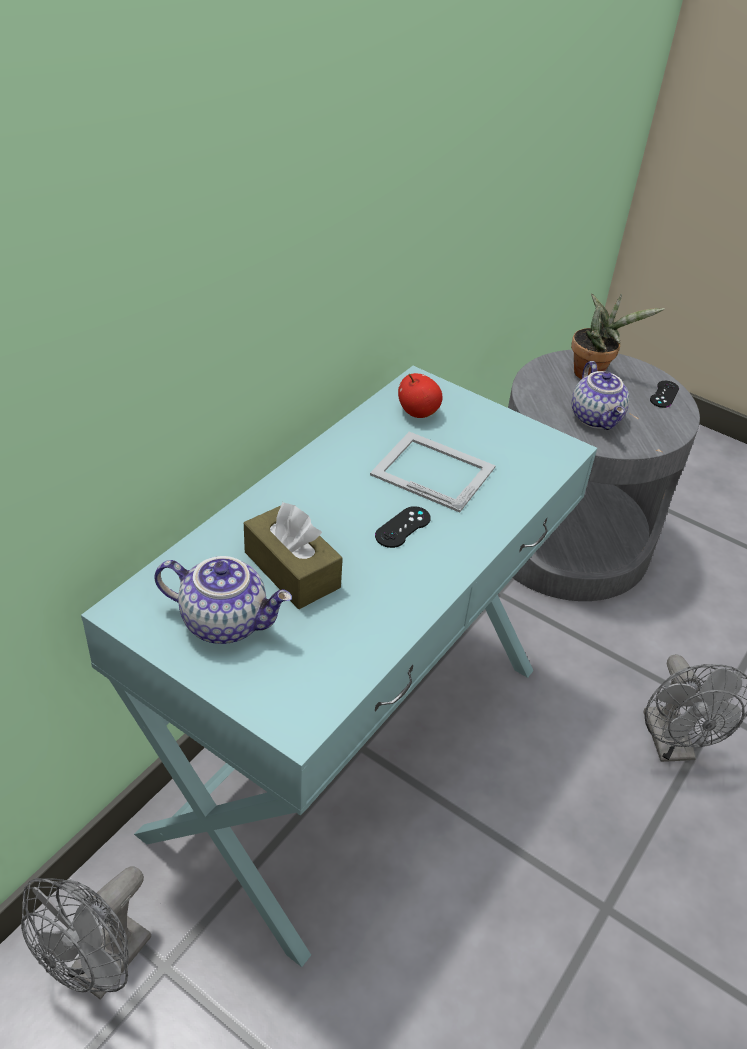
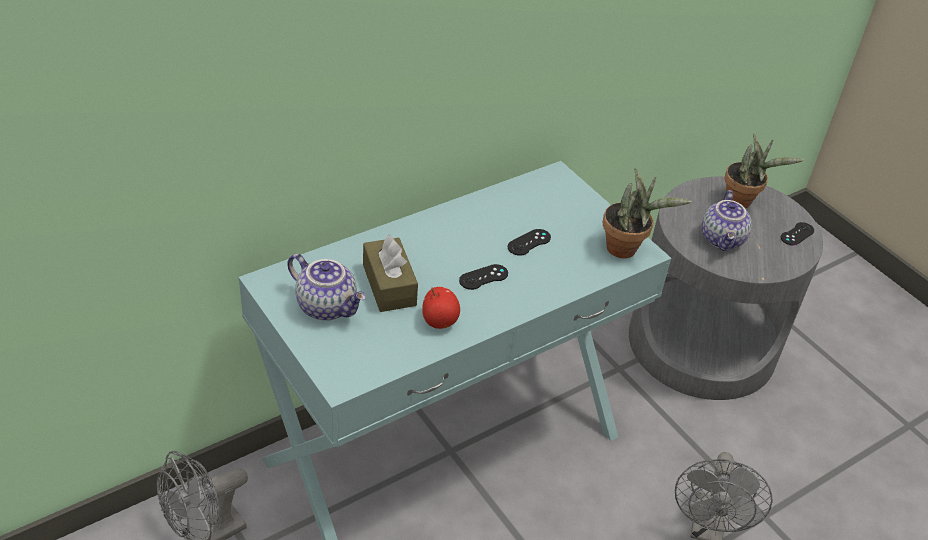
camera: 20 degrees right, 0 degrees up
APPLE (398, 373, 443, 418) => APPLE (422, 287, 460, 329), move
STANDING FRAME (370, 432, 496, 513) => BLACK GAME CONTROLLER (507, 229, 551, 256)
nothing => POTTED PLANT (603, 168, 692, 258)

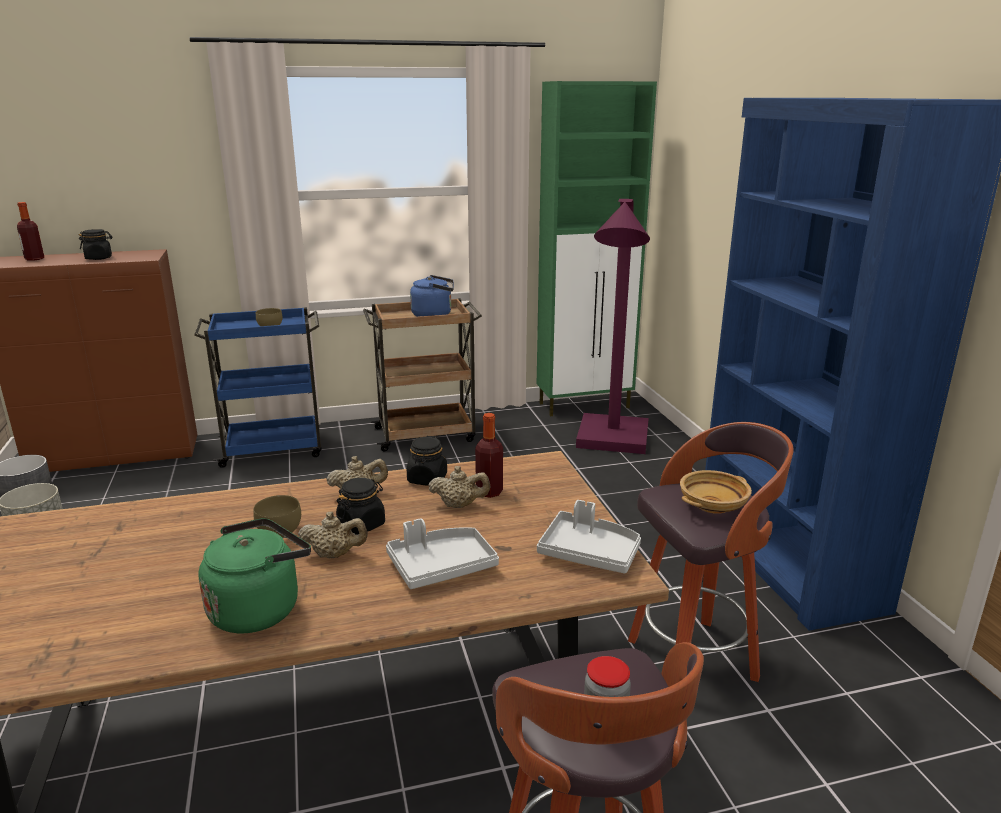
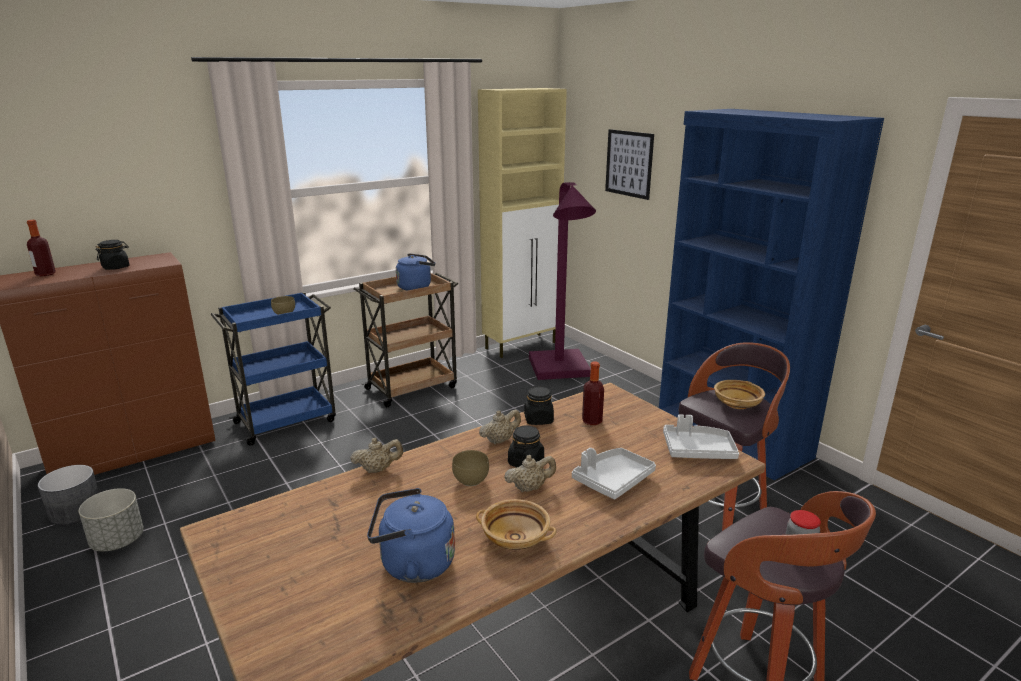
camera: 20 degrees left, 0 degrees up
BEIGE-COLOURED POT FOR TEA (428, 466, 490, 508) => BEIGE-COLOURED POT FOR TEA (350, 437, 403, 473), move
nothing => BLUISH TEA KETTLE (367, 488, 455, 583)
GREENISH TEA KETTLE (199, 518, 311, 633) => BEIGE-COLOURED DEEP DISH (476, 499, 556, 550)
GREENISH CABINET (537, 81, 657, 416) => BEIGE-COLOURED CABINET (478, 88, 567, 358)
nothing => WALL ART (605, 129, 654, 200)

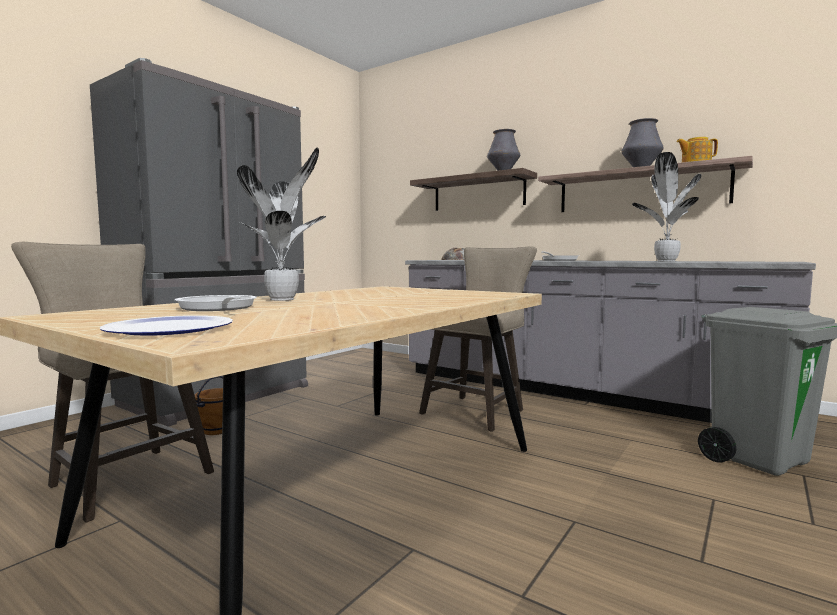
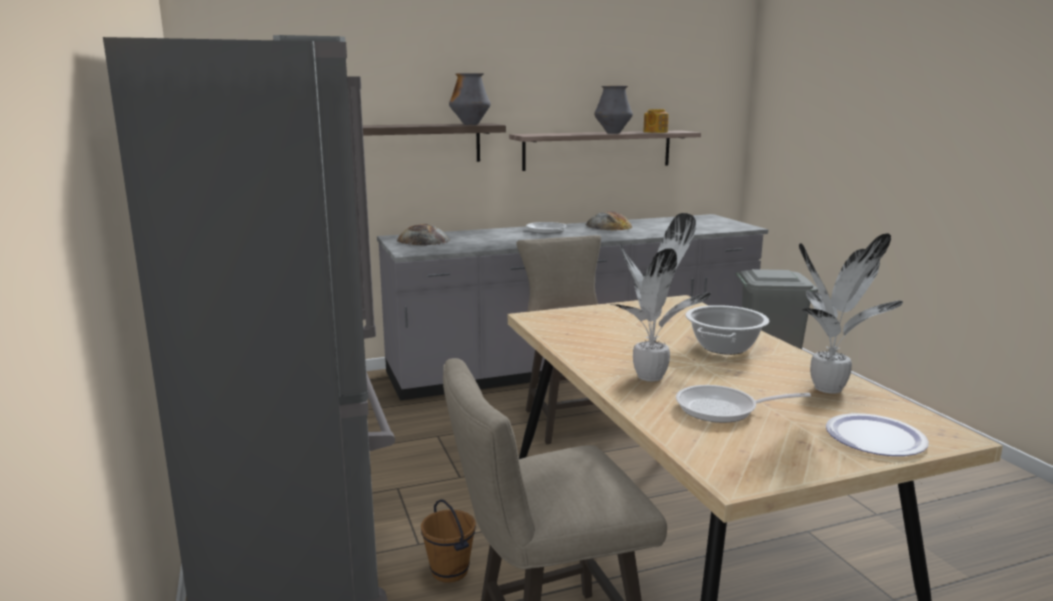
camera: 55 degrees left, 10 degrees up
nothing => BAKED BREAD (586, 211, 632, 230)
nothing => STOCKPOT (686, 305, 769, 355)
POTTED PLANT (632, 152, 701, 262) => POTTED PLANT (799, 233, 903, 394), move

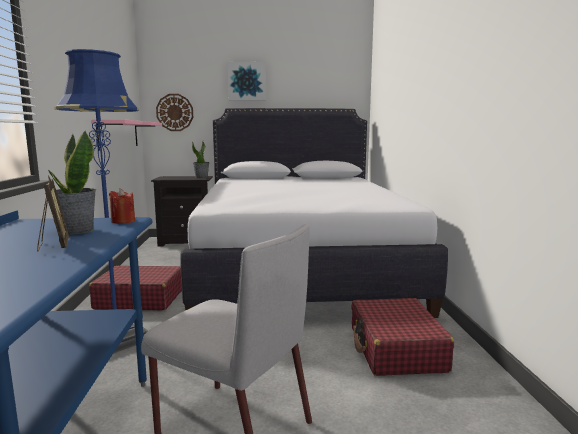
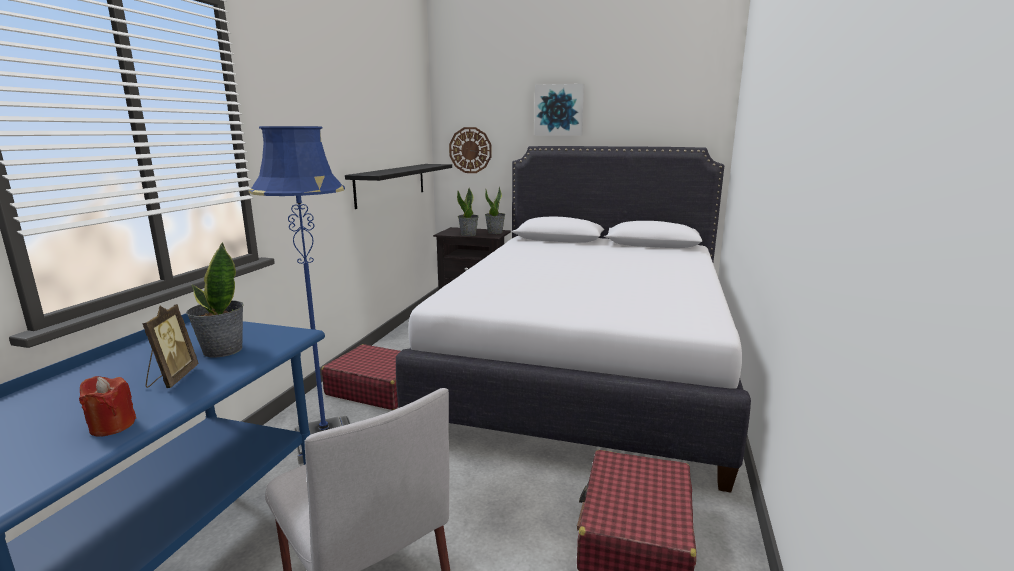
camera: 20 degrees right, 5 degrees up
RED-COLOURED CANDLE (109, 188, 135, 224) => RED-COLOURED CANDLE (79, 376, 136, 437), move
PINK-COLOURED WALL SHELF (91, 119, 162, 150) => BLACK WALL SHELF (345, 164, 452, 209)
nothing => POTTED PLANT (457, 188, 479, 236)

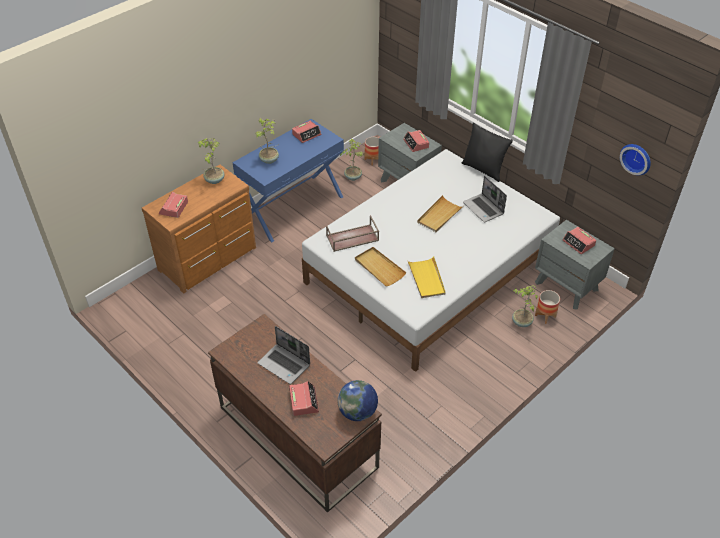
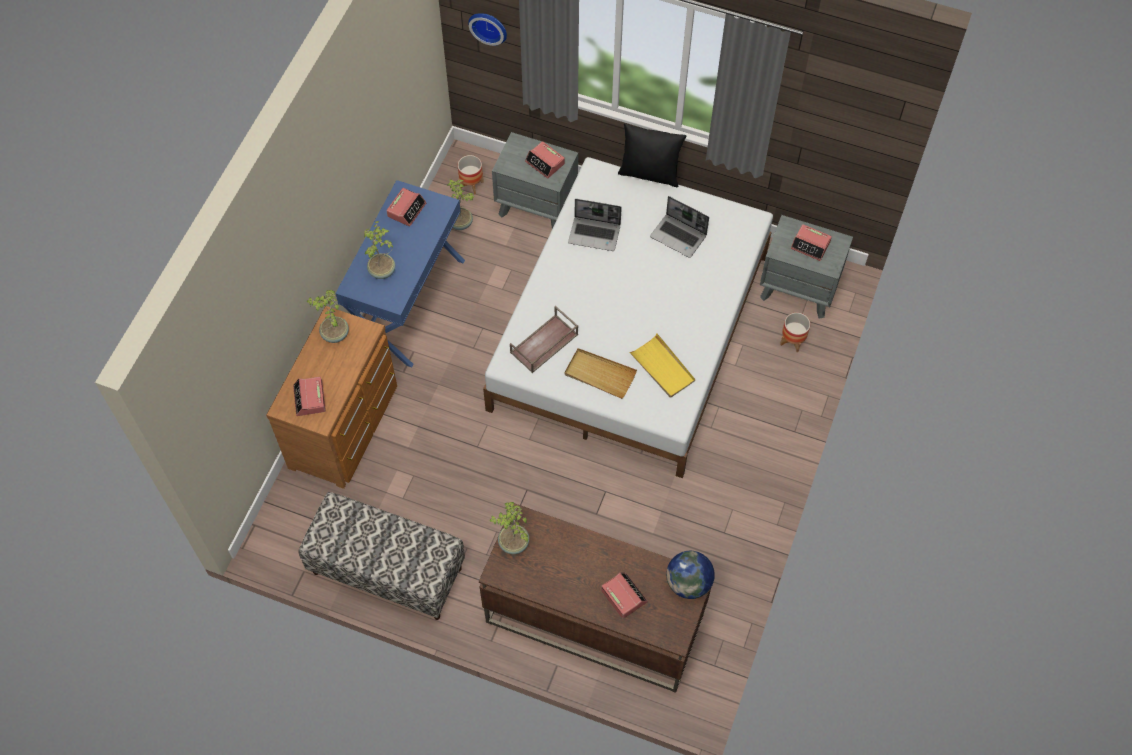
camera: 25 degrees left, 15 degrees up
nothing => LONG SEAT (298, 492, 465, 620)
CLOCK ON THE WALL (620, 144, 651, 175) => CLOCK ON THE WALL (468, 13, 507, 46), move
POTTED PLANT (512, 285, 538, 327) => POTTED PLANT (489, 502, 529, 554), move
NOTEBOOK COMPUTER (257, 326, 310, 384) => NOTEBOOK COMPUTER (568, 199, 622, 251), move
BEIGE-COLOURED TRAY (417, 195, 464, 232) => nothing

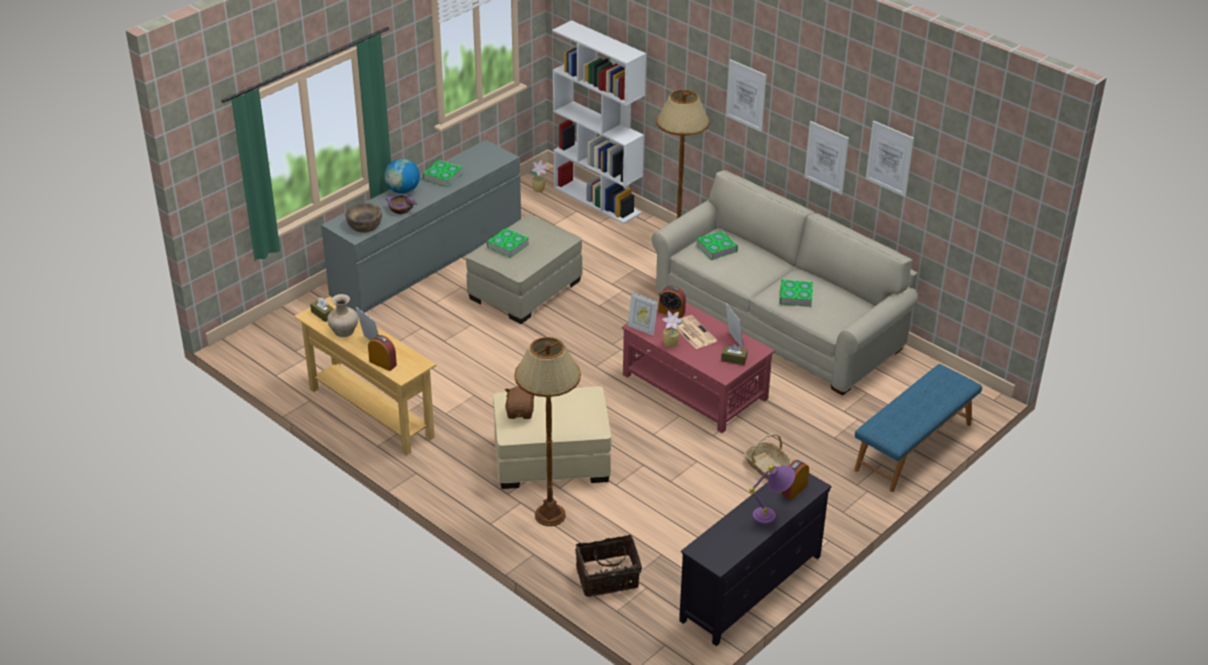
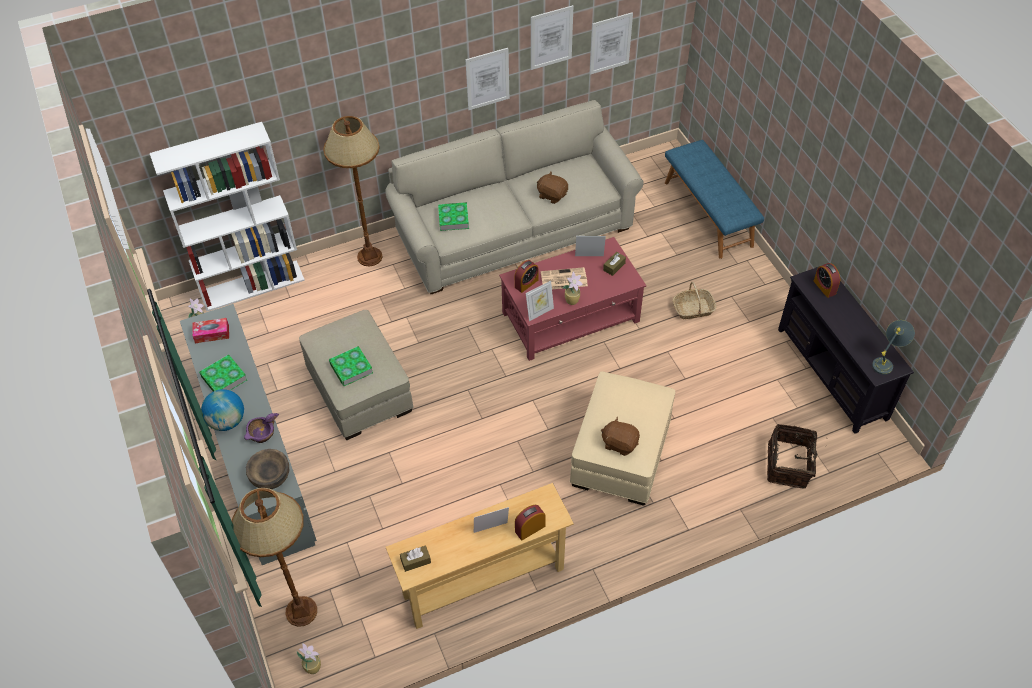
camera: 65 degrees left, 15 degrees up
nothing => BOX OF TISSUES (192, 318, 229, 343)
BROWN STANDARD LAMP (514, 337, 581, 526) => BROWN STANDARD LAMP (231, 488, 317, 627), move
nothing => POTTED PLANT (297, 643, 321, 674)
BOOK (780, 280, 813, 307) => BROWN CUDDLY TOY (537, 172, 568, 204)
WALL ART (726, 59, 766, 132) => WALL ART (590, 12, 633, 75), move
nothing => GRAY TABLE LAMP (872, 320, 915, 375)
BEIGE-COLOURED VASE (328, 294, 358, 337) => nothing
PURPLE-COLOURED TABLE LAMP (749, 465, 795, 524) => nothing

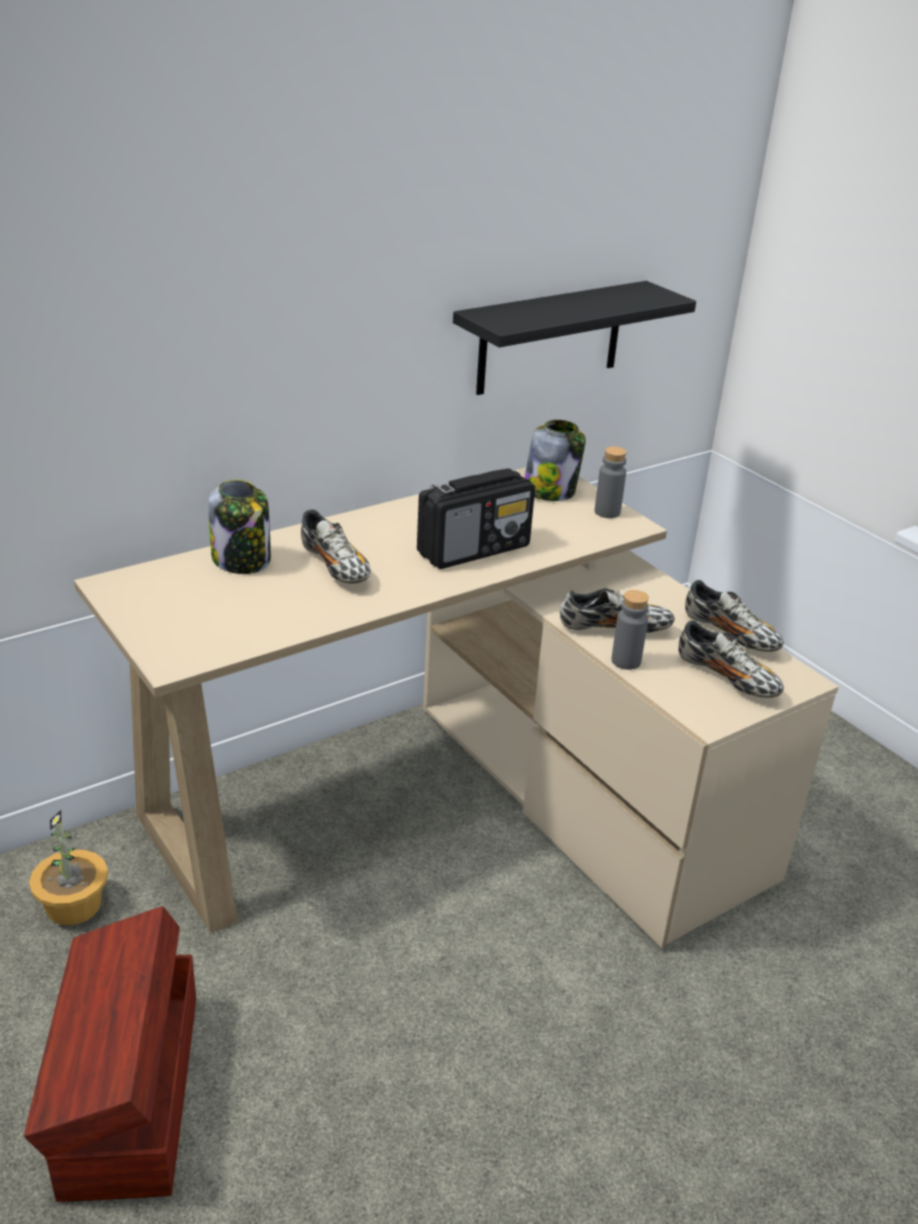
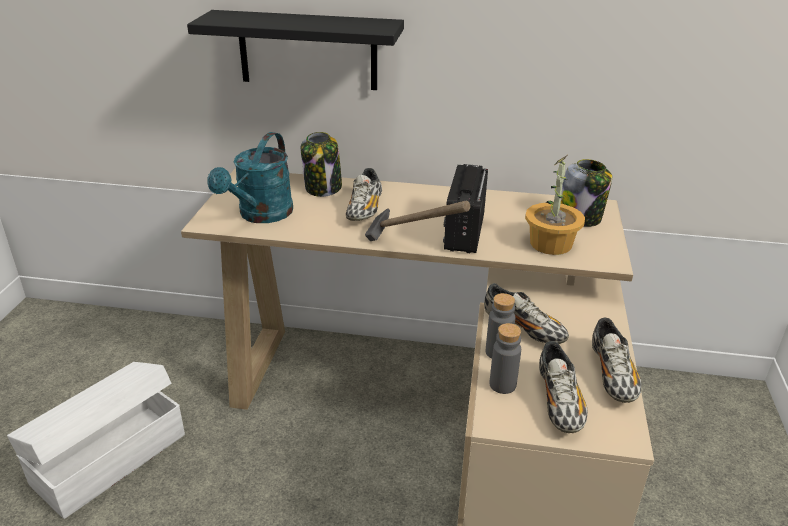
camera: 45 degrees right, 0 degrees up
BROWN STORAGE BIN (24, 906, 196, 1202) => WHITE-COLOURED STORAGE BIN (7, 362, 185, 519)
BLACK WALL SHELF (453, 281, 696, 395) => BLACK WALL SHELF (187, 10, 404, 90), move
nothing => BLUE-GREEN WATERING POT (207, 132, 293, 223)
nothing => TOOL HAMMER (365, 201, 470, 241)
RADIO RECEIVER (417, 468, 535, 569) => RADIO RECEIVER (443, 164, 488, 253), 90 degrees clockwise
GRAY DRINK BOTTLE (595, 446, 627, 518) => GRAY DRINK BOTTLE (489, 323, 521, 394), move
POTTED PLANT (29, 810, 108, 925) => POTTED PLANT (525, 155, 585, 255), move

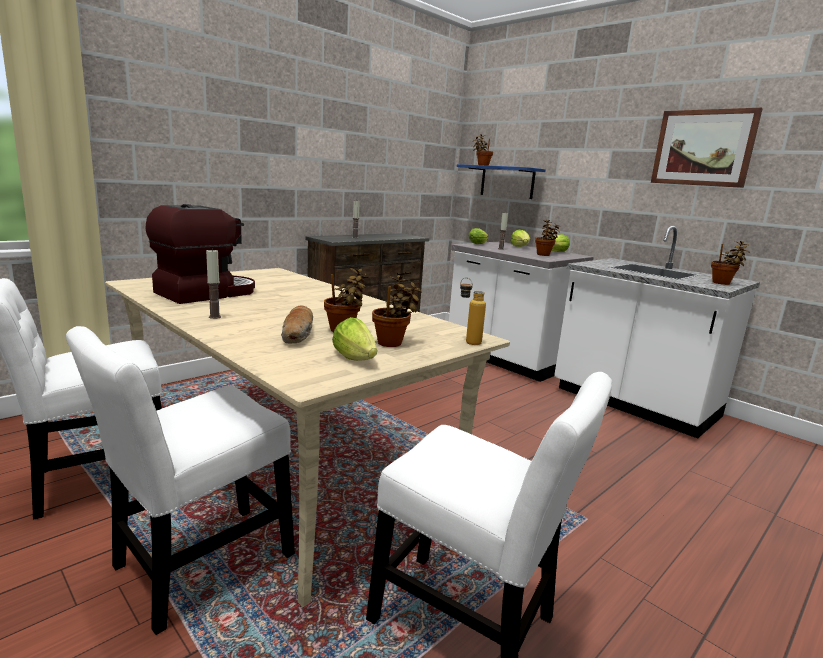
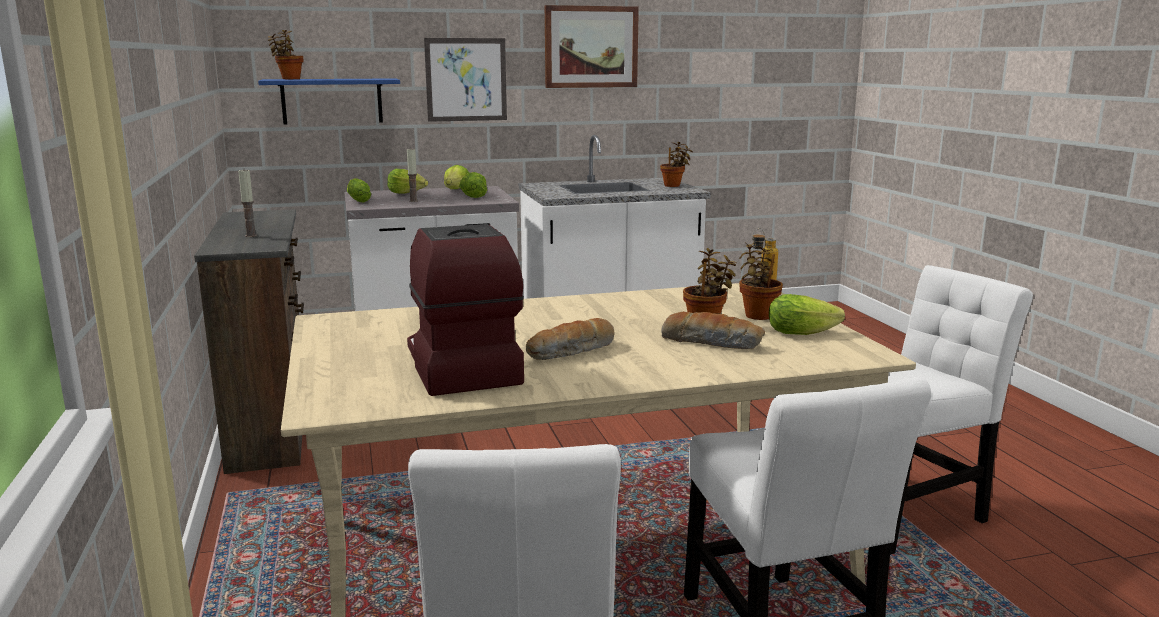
camera: 60 degrees left, 0 degrees up
nothing => WALL ART (424, 38, 507, 122)
POTTED PLANT (535, 220, 560, 256) => HEAD OF LETTUCE (459, 172, 487, 198)
nothing => BAKED BREAD (526, 318, 615, 360)
CANDLE (206, 248, 221, 319) => nothing

